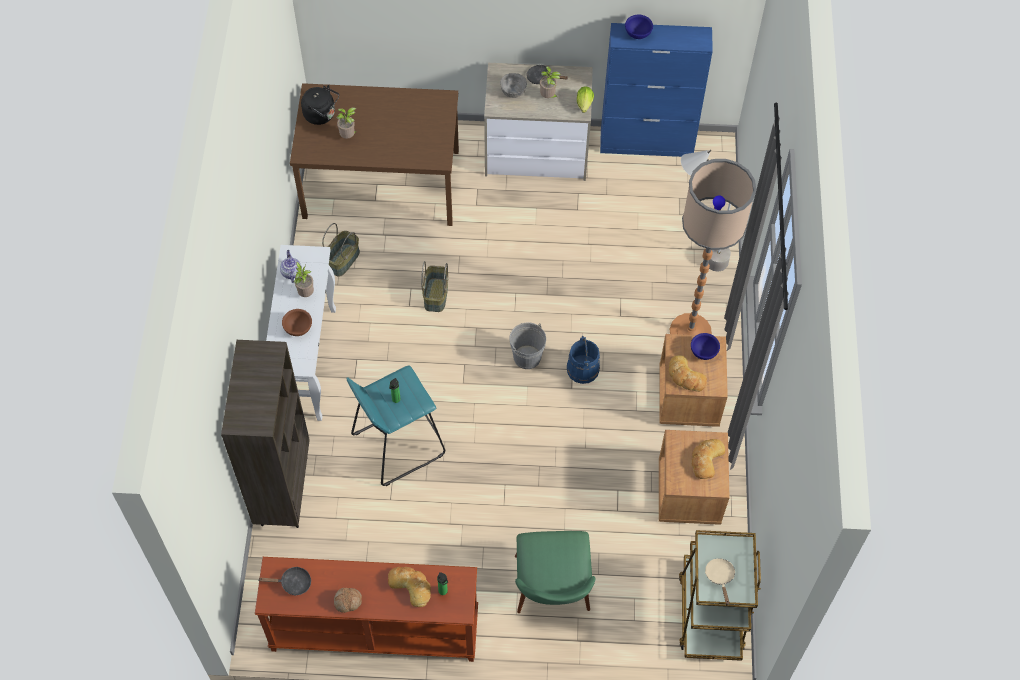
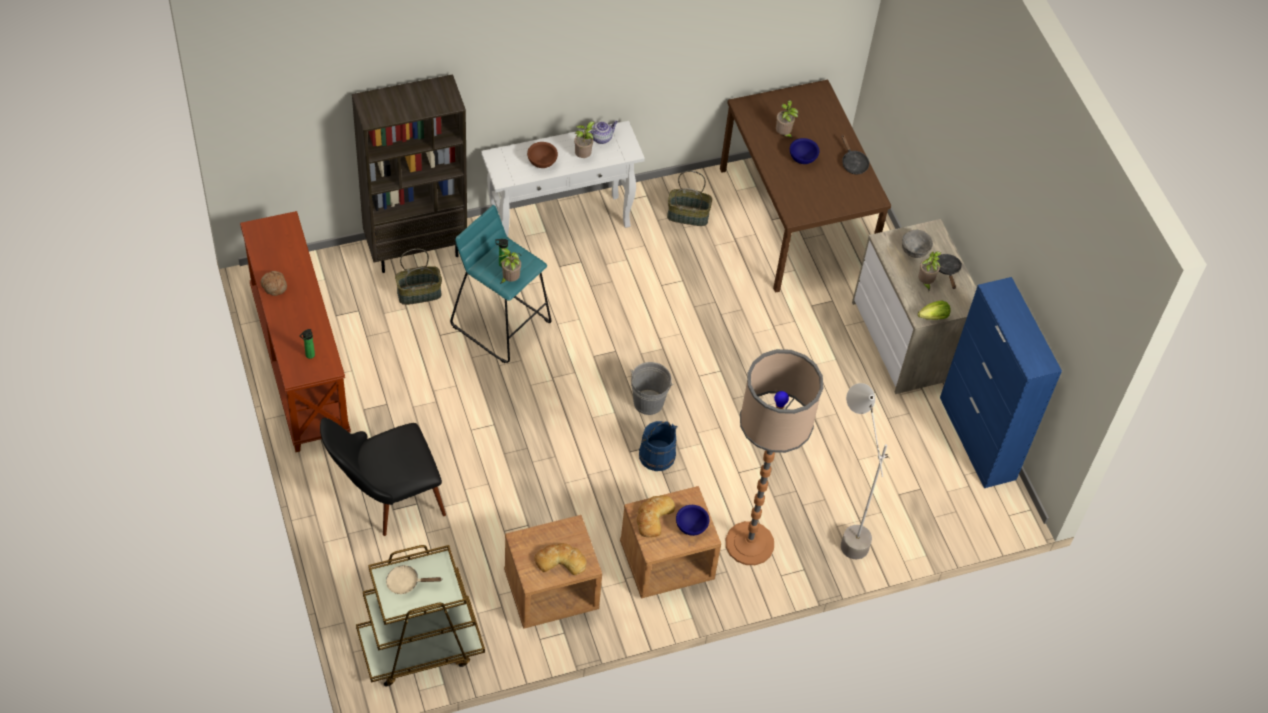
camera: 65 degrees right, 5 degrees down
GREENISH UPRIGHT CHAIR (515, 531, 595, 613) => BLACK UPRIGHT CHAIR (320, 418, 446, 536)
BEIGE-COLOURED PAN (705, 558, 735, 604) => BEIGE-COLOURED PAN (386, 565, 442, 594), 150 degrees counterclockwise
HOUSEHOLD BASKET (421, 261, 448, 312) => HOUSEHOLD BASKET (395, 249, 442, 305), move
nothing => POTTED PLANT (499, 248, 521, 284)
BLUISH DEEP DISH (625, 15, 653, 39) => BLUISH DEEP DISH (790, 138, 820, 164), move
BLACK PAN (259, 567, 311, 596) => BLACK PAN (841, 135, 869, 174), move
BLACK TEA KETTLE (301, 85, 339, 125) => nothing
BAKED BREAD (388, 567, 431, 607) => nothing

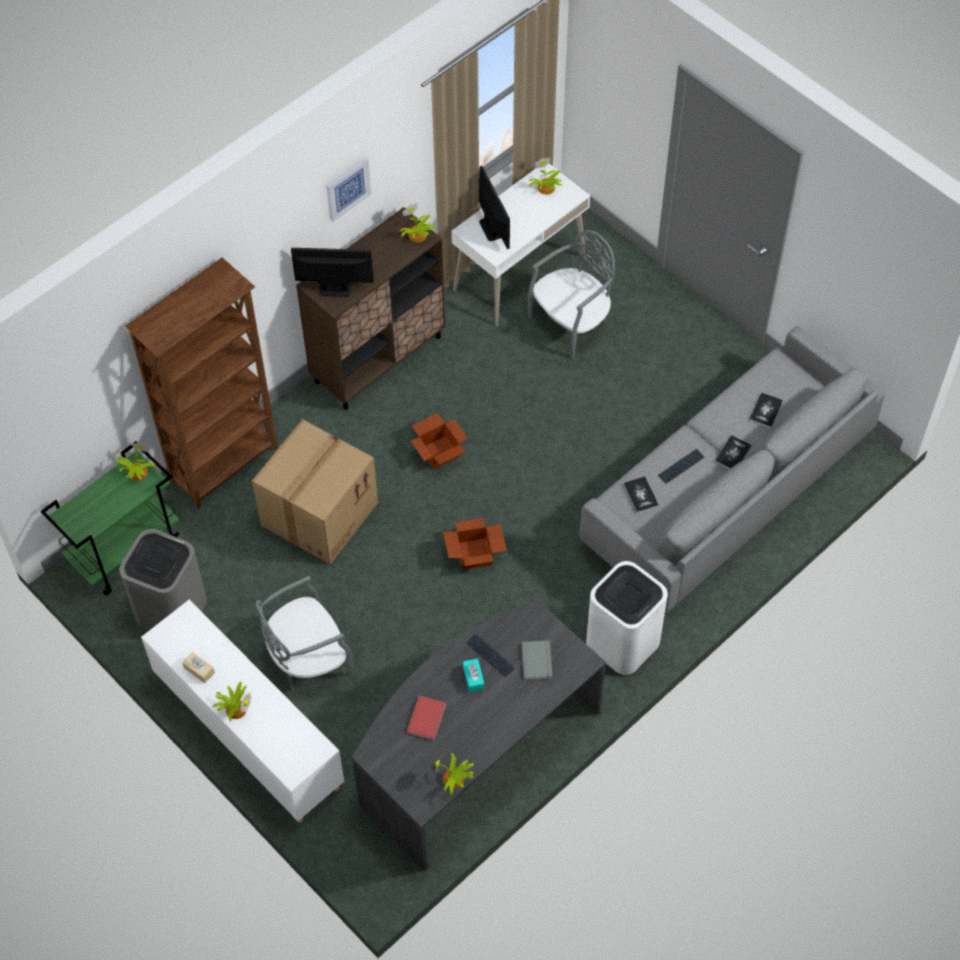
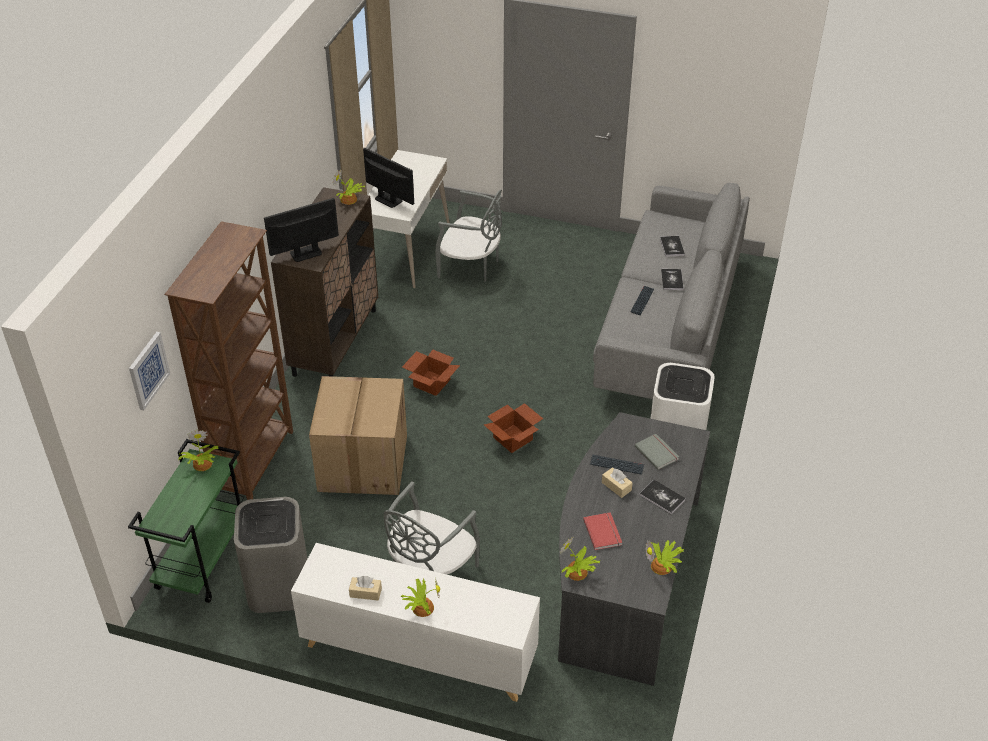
camera: 30 degrees left, 15 degrees down
WALL ART (326, 158, 371, 221) => WALL ART (129, 332, 170, 410), move
GRAY UPRIGHT CHAIR (528, 230, 615, 359) => GRAY UPRIGHT CHAIR (435, 189, 502, 282), 90 degrees clockwise
POTTED PLANT (529, 157, 562, 195) => POTTED PLANT (560, 537, 601, 581), move
BLUE-GREEN BOX OF TISSUES (463, 658, 484, 692) => BEIGE-COLOURED BOX OF TISSUES (602, 467, 633, 498)
BOOK (623, 476, 659, 513) => BOOK (640, 480, 686, 514), move

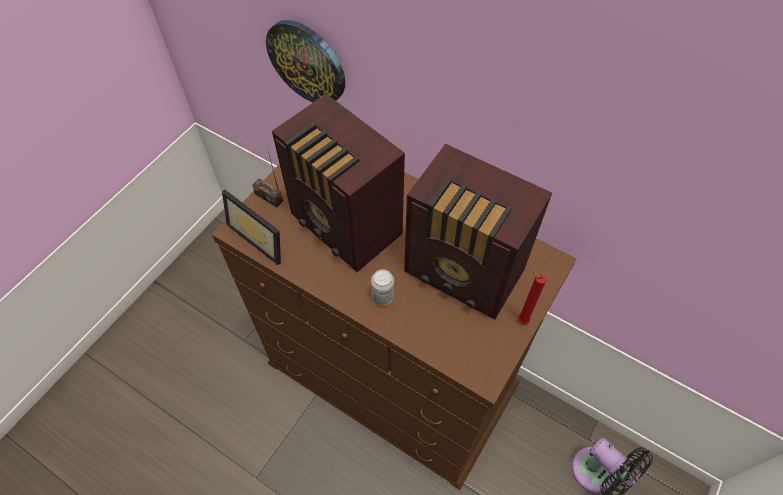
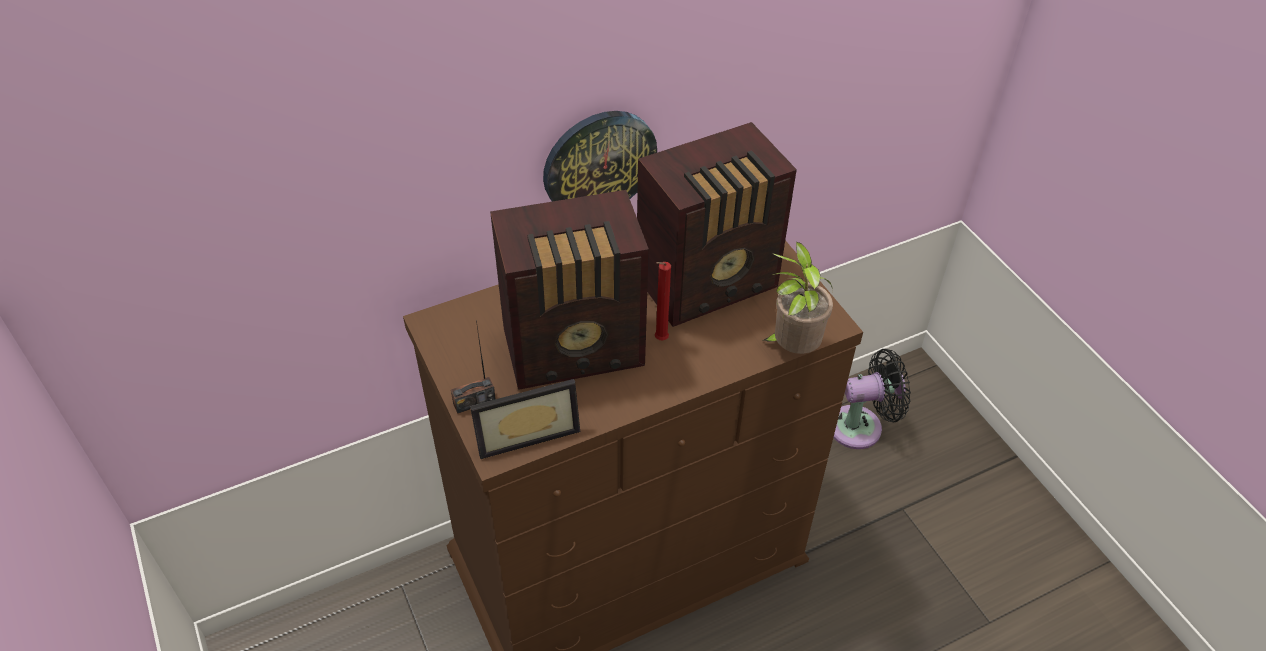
camera: 60 degrees left, 10 degrees down
CLOCK ON THE WALL (266, 20, 345, 102) => CLOCK ON THE WALL (543, 111, 657, 202), move
RED-COLOURED CANDLE (518, 270, 546, 324) => RED-COLOURED CANDLE (655, 262, 671, 340), move
nothing => POTTED PLANT (763, 241, 833, 354)
CAN (371, 269, 394, 306) => nothing

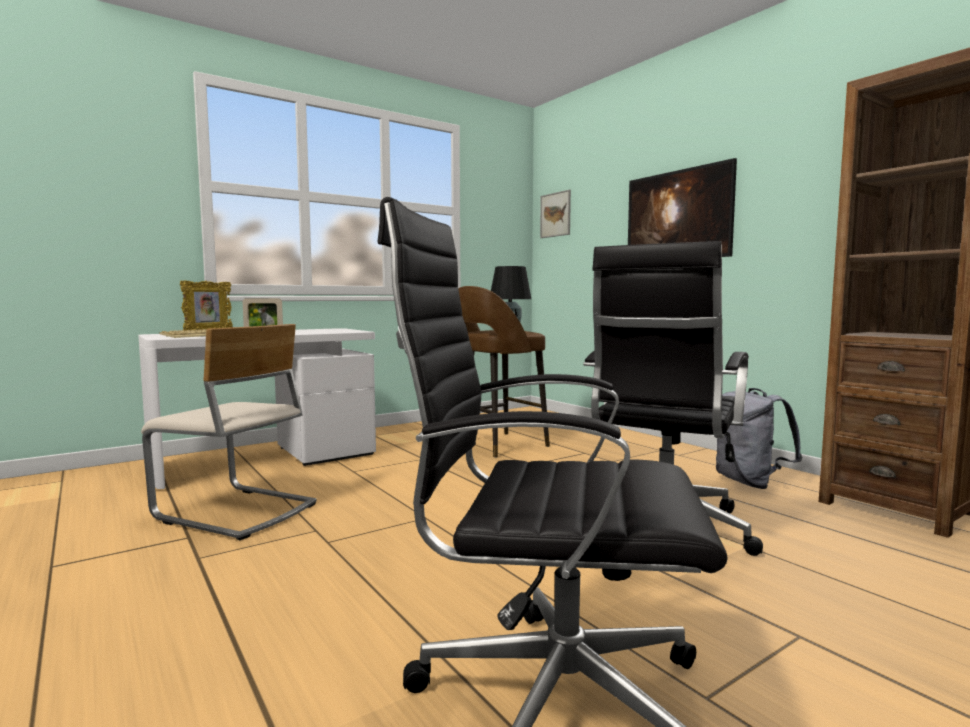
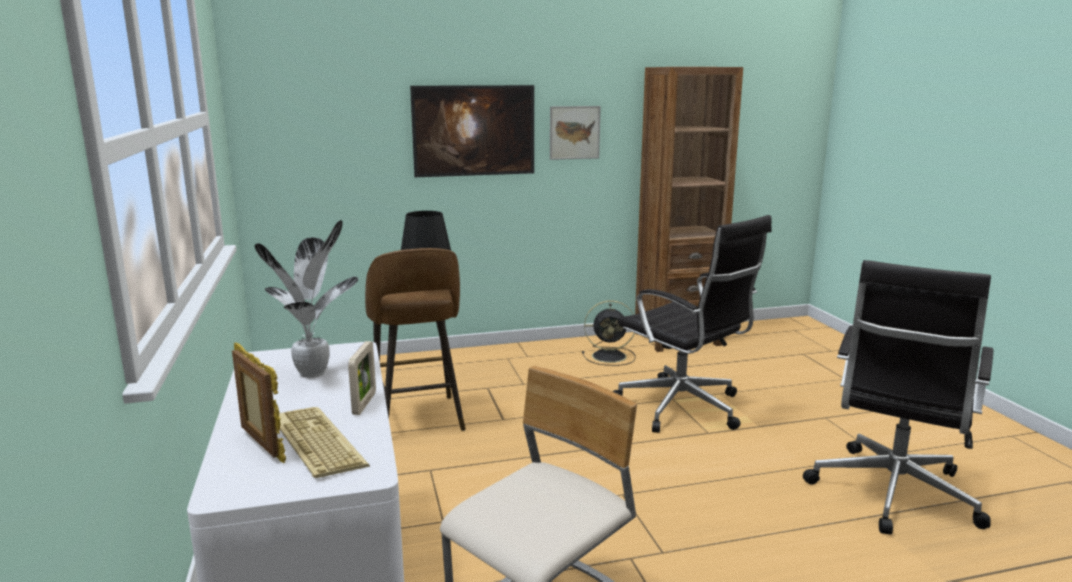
camera: 70 degrees left, 10 degrees up
nothing => POTTED PLANT (255, 220, 358, 378)
WALL ART (540, 190, 571, 238) => WALL ART (550, 106, 601, 160), move
GRAY RUCKSACK (716, 388, 802, 489) => BLACK COOLING FAN (582, 300, 636, 366)

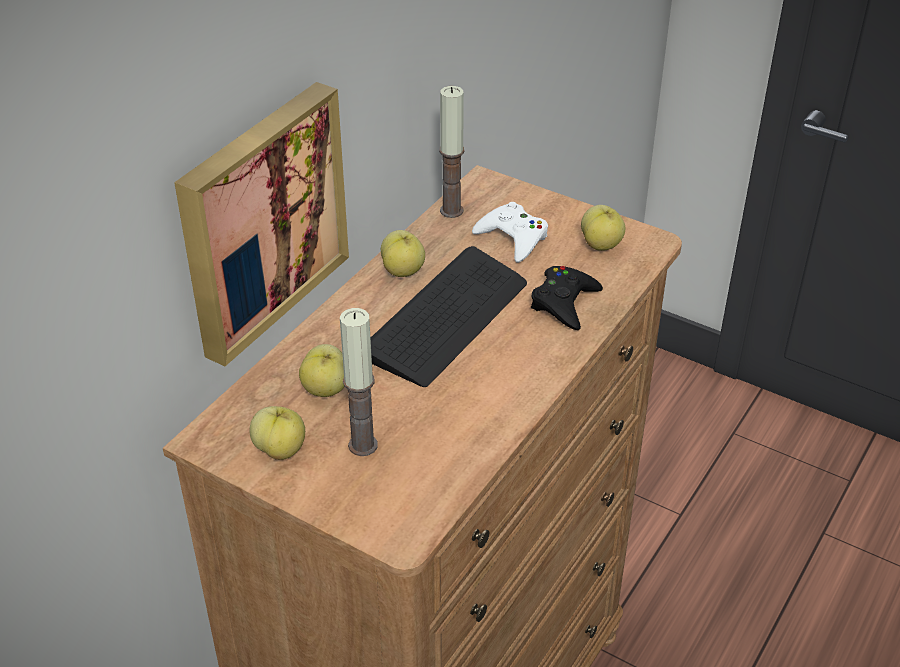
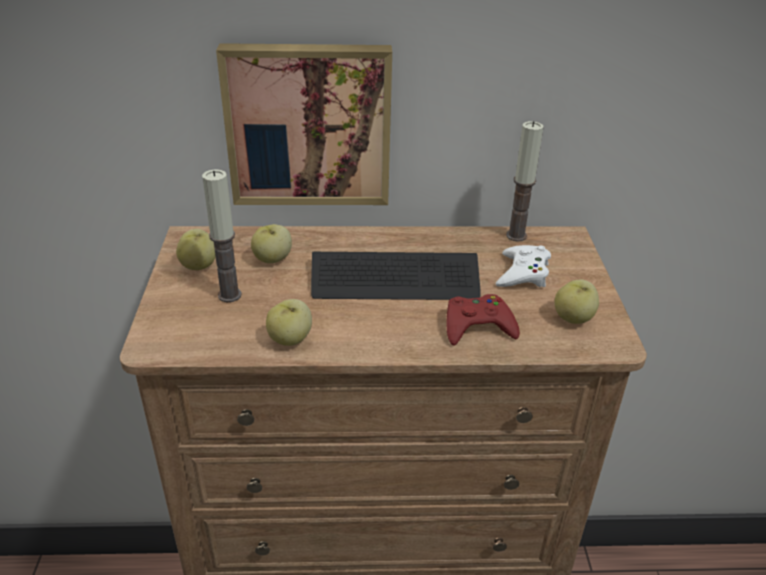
camera: 55 degrees right, 5 degrees down
APPLE (381, 230, 425, 277) => APPLE (266, 299, 312, 346), move
BLACK GAME CONTROLLER (531, 266, 603, 330) => RED-COLOURED GAME CONTROLLER (447, 294, 520, 346)

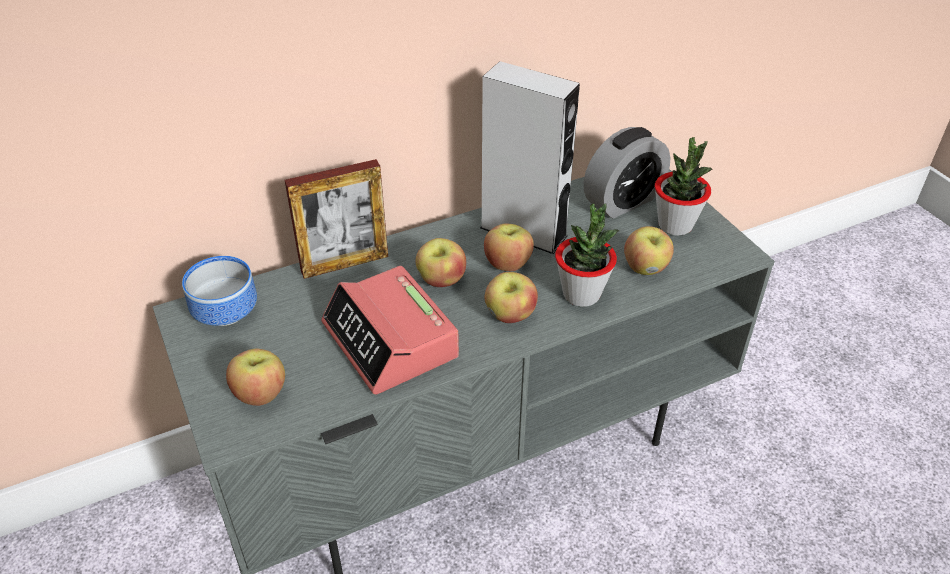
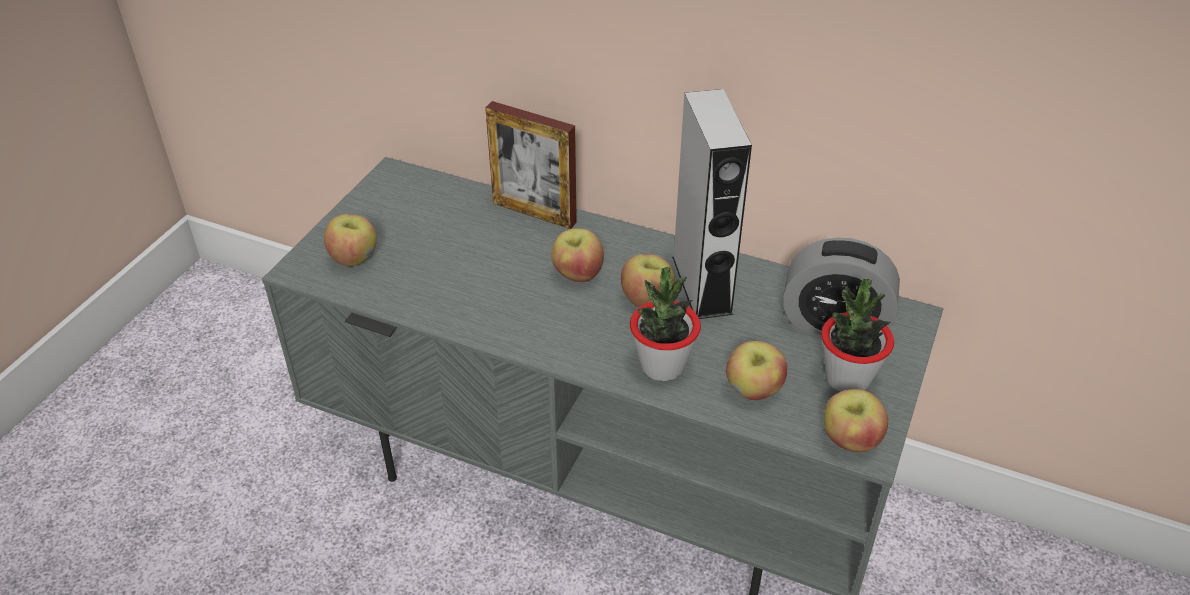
camera: 50 degrees right, 0 degrees up
APPLE (485, 272, 538, 323) => APPLE (824, 389, 888, 452), move
DEEP DISH (182, 256, 257, 326) => nothing
BEDSIDE CLOCK (321, 266, 459, 395) => nothing

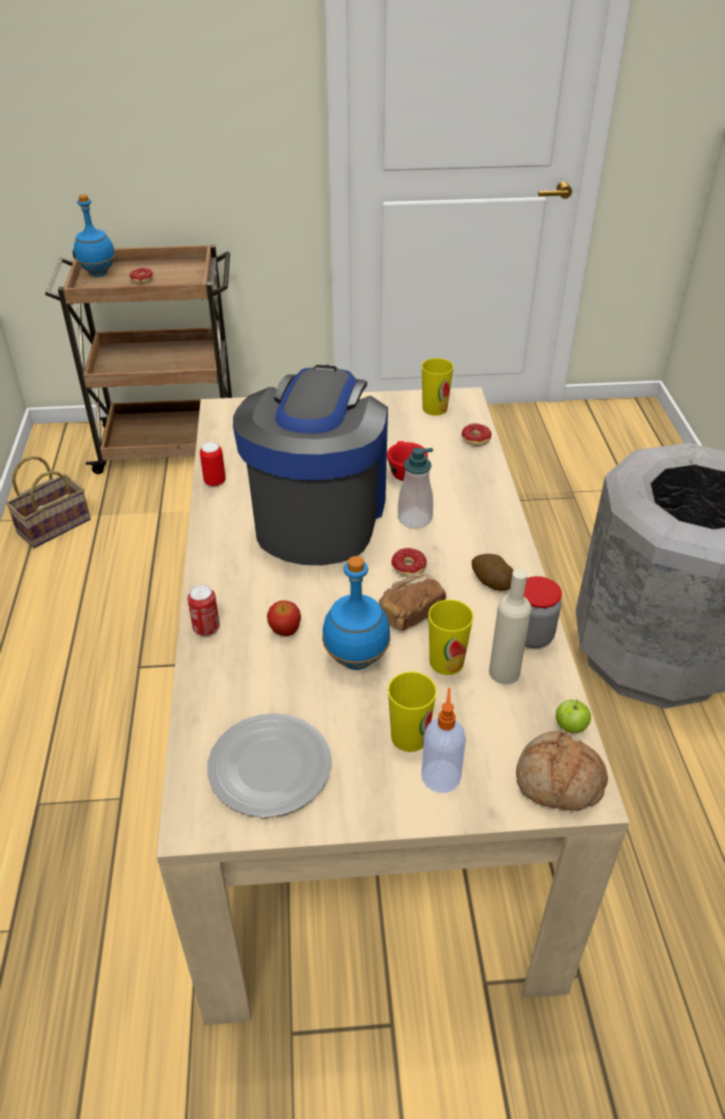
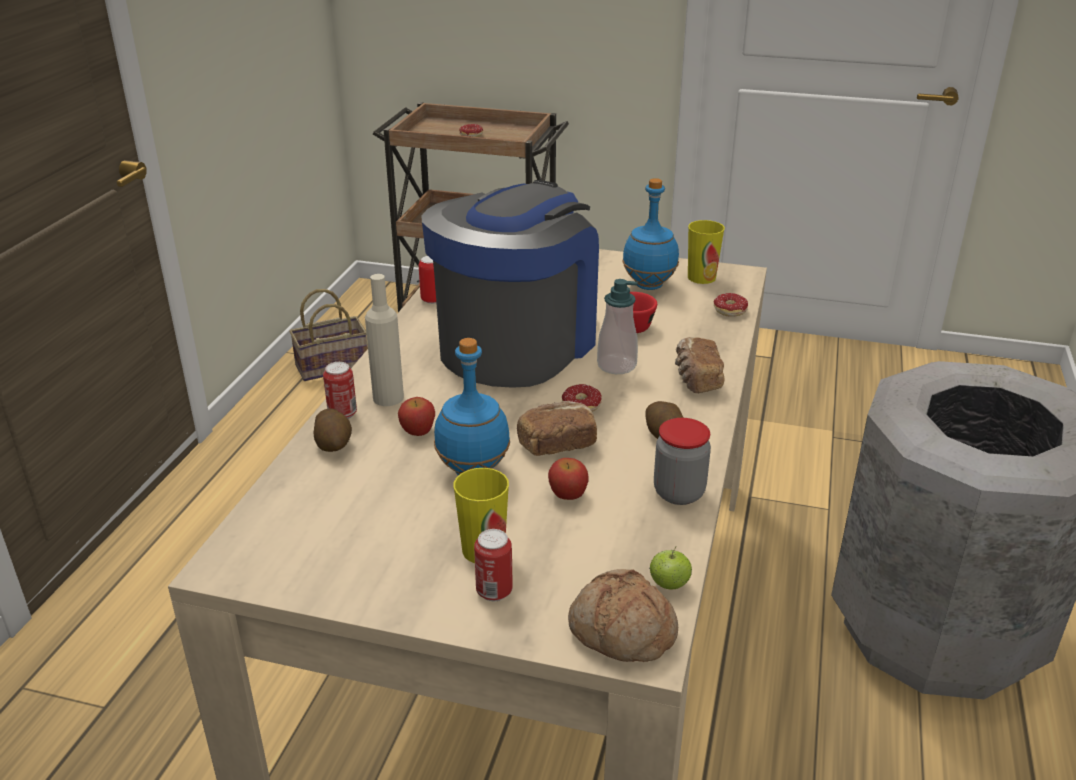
camera: 20 degrees right, 10 degrees down
nothing => WHOLE POTATO (314, 408, 352, 452)
BEIGE-COLOURED DRINK BOTTLE (489, 569, 532, 684) => BEIGE-COLOURED DRINK BOTTLE (365, 274, 404, 406), move
LIQUID SOAP BOTTLE (421, 688, 466, 793) => CAN (474, 529, 513, 601)
DRINKING CUP (428, 599, 474, 675) => APPLE (548, 458, 589, 500)
BLUISH DRINK BOTTLE (74, 194, 115, 277) => BLUISH DRINK BOTTLE (622, 178, 679, 290), move
nothing => BAKED BREAD (675, 337, 724, 393)
PLATE (207, 713, 332, 817) => nothing

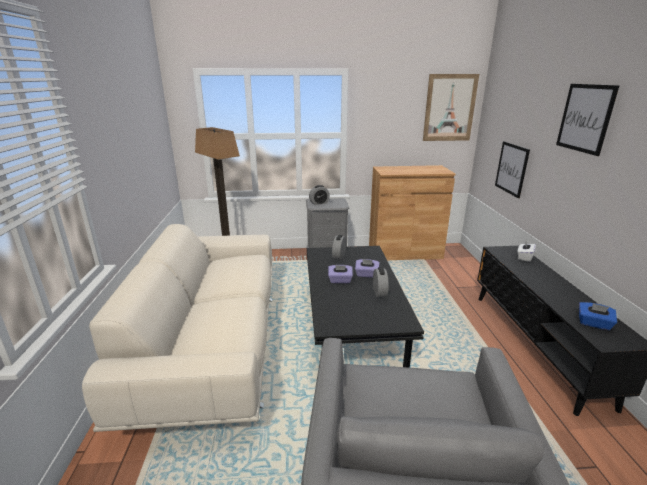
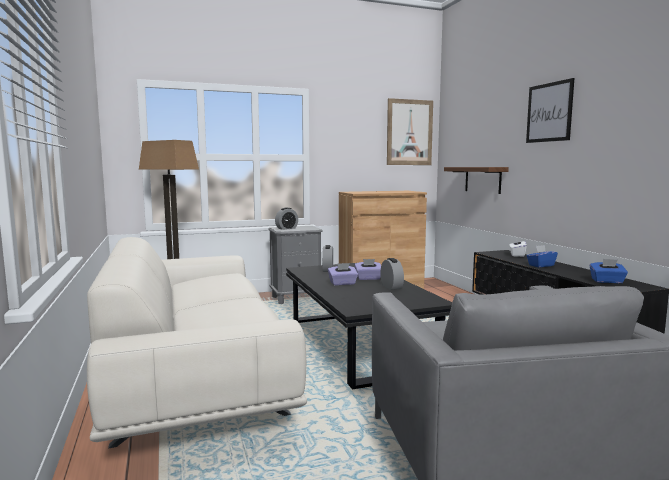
camera: 15 degrees left, 15 degrees down
WALL ART (495, 141, 530, 198) => WALL SHELF (444, 167, 509, 194)
nothing => BLUISH BOX OF TISSUES (527, 245, 558, 267)

